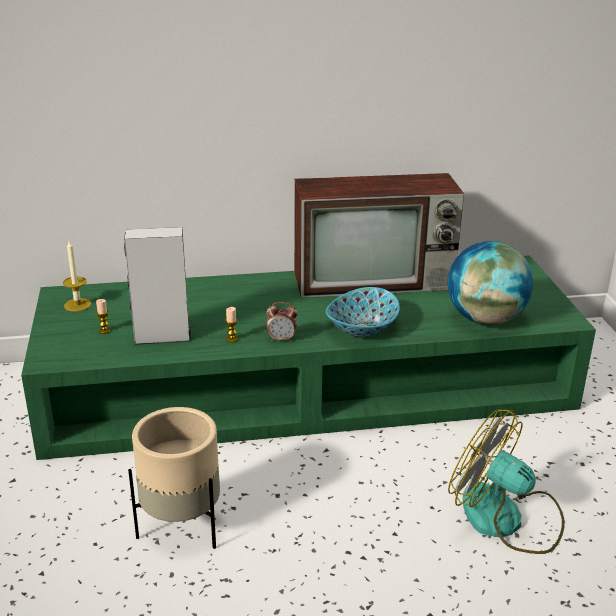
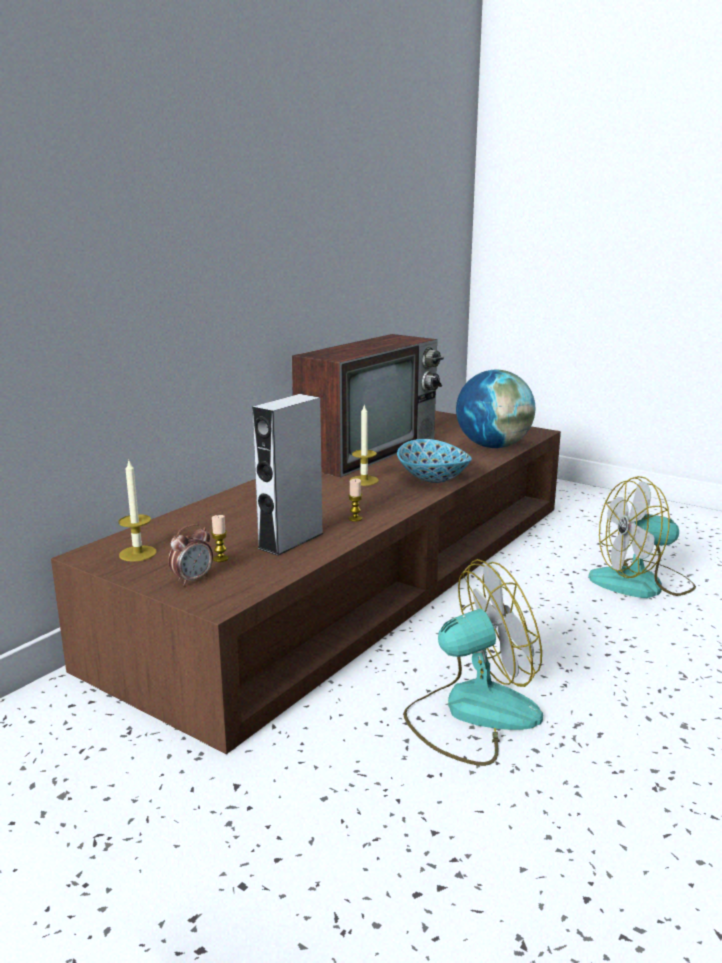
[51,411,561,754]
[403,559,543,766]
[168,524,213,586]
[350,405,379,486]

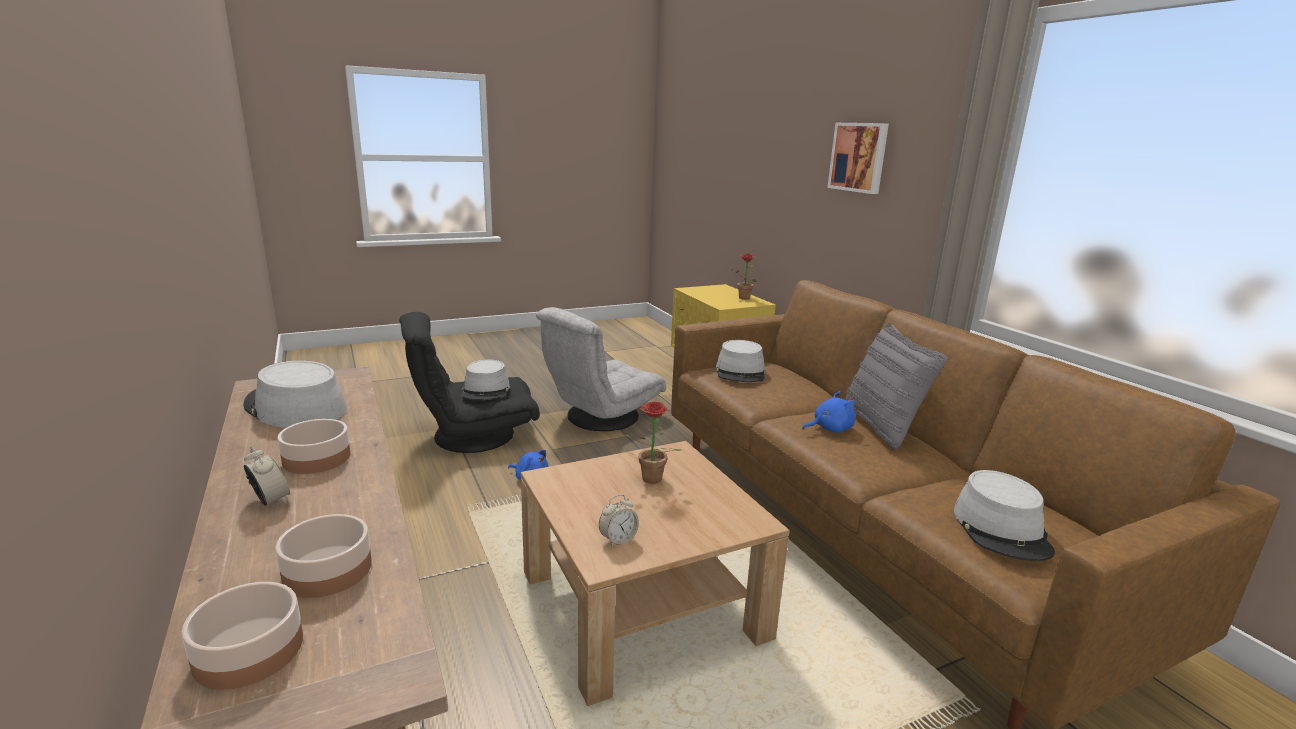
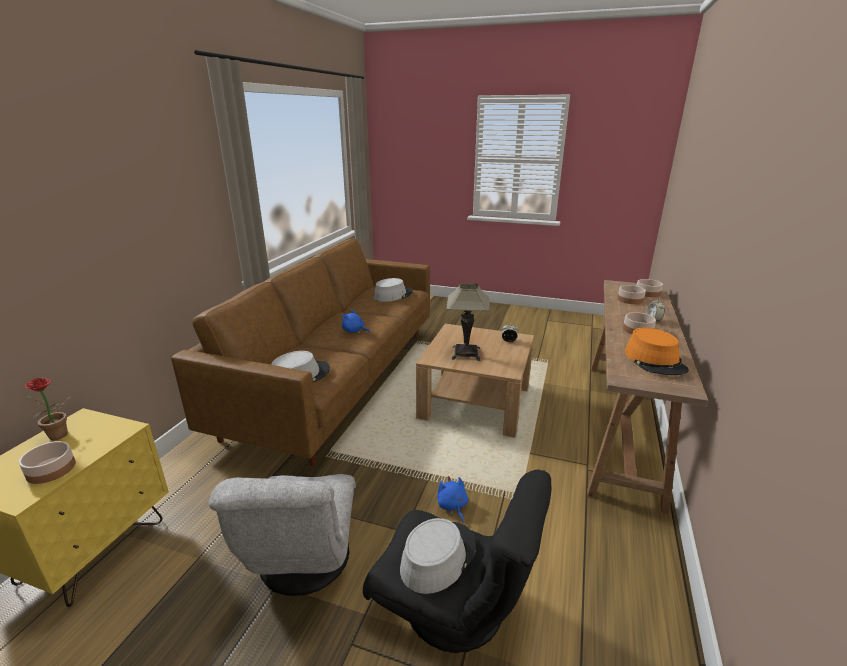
[625,328,689,375]
[209,474,356,596]
[446,283,490,361]
[827,123,889,194] (first image)
[845,323,948,450] (first image)
[19,441,75,484]

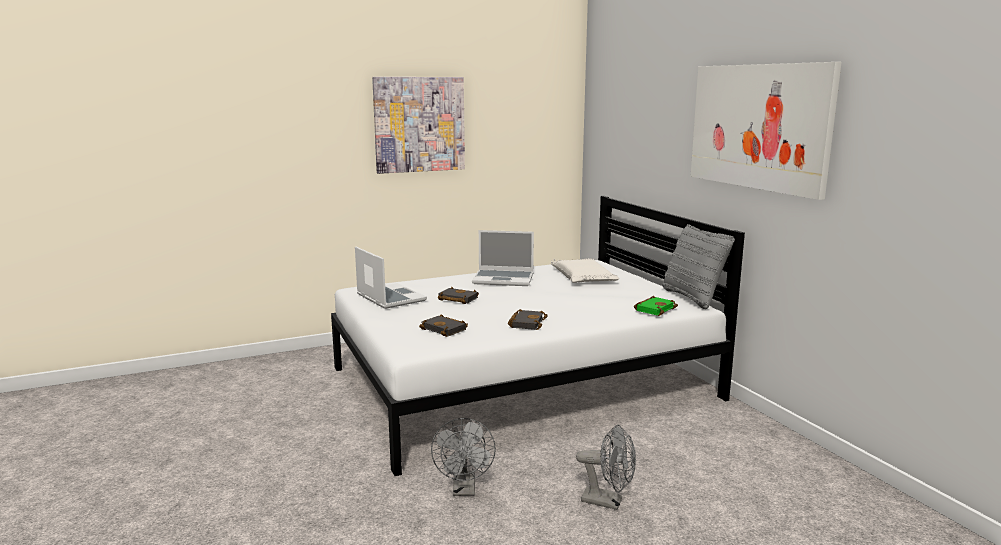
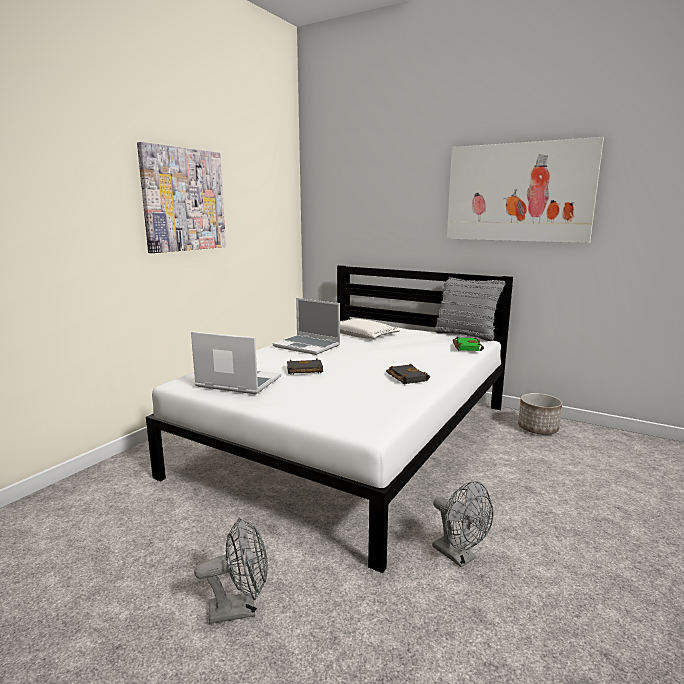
[419,315,468,337] (first image)
[273,298,340,355]
[194,518,268,624]
[518,393,562,435]

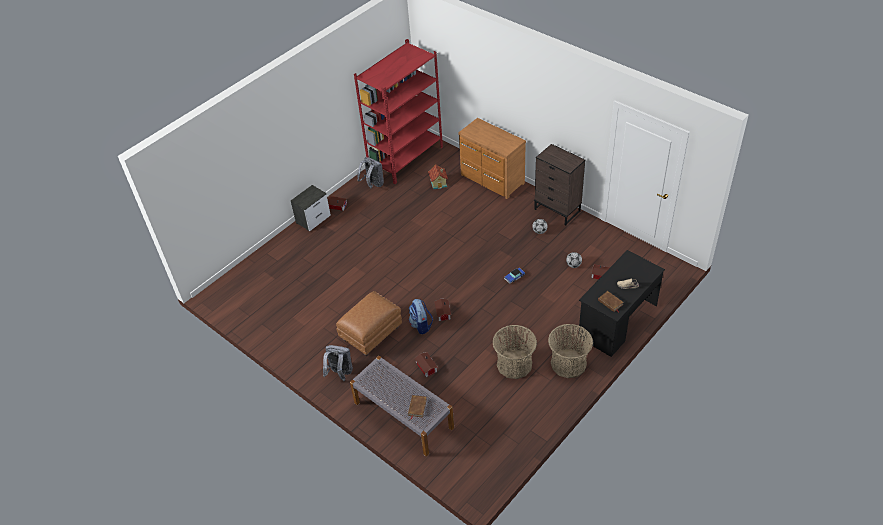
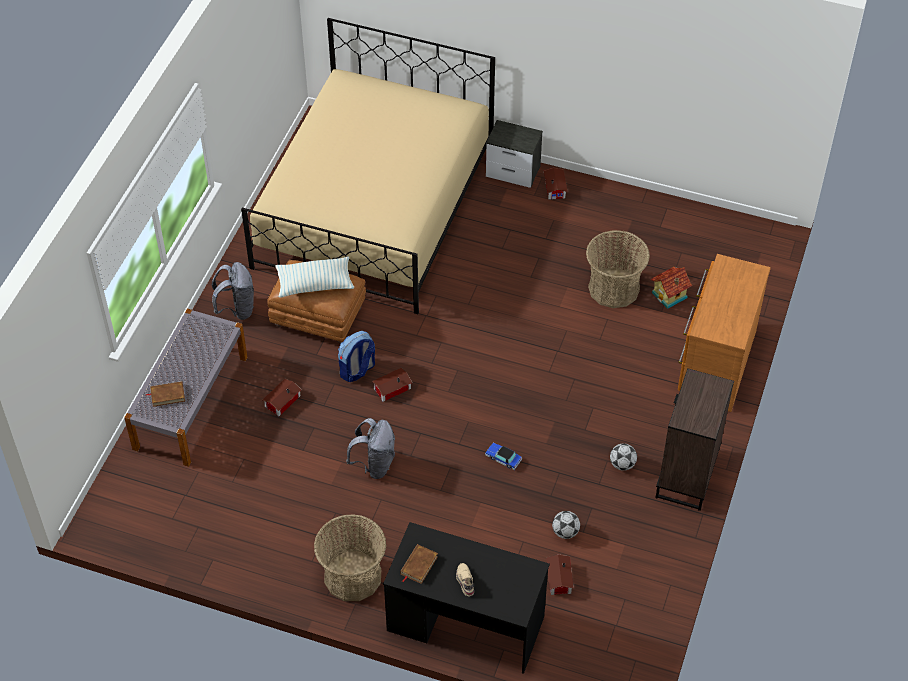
[354,39,443,184] (first image)
[346,418,395,479]
[586,230,650,308]
[241,18,495,314]
[276,257,355,298]

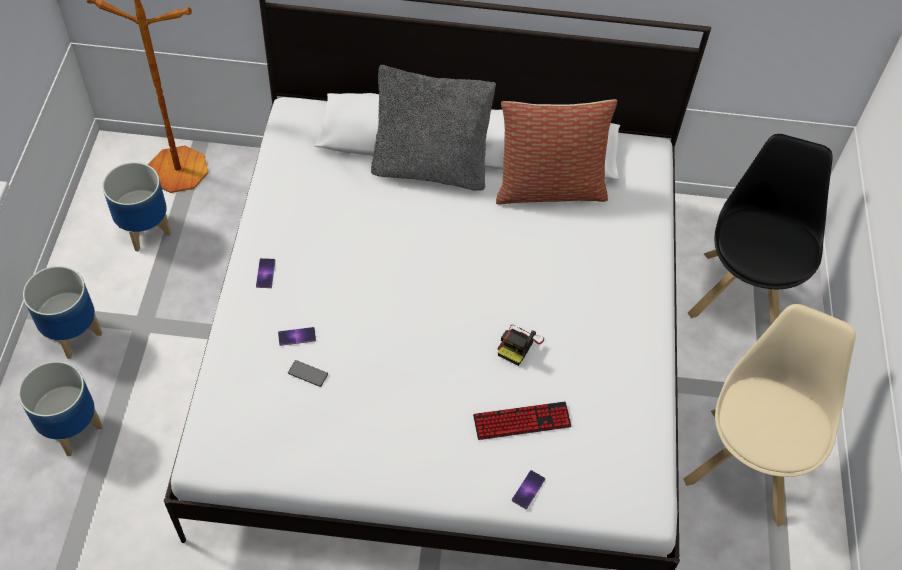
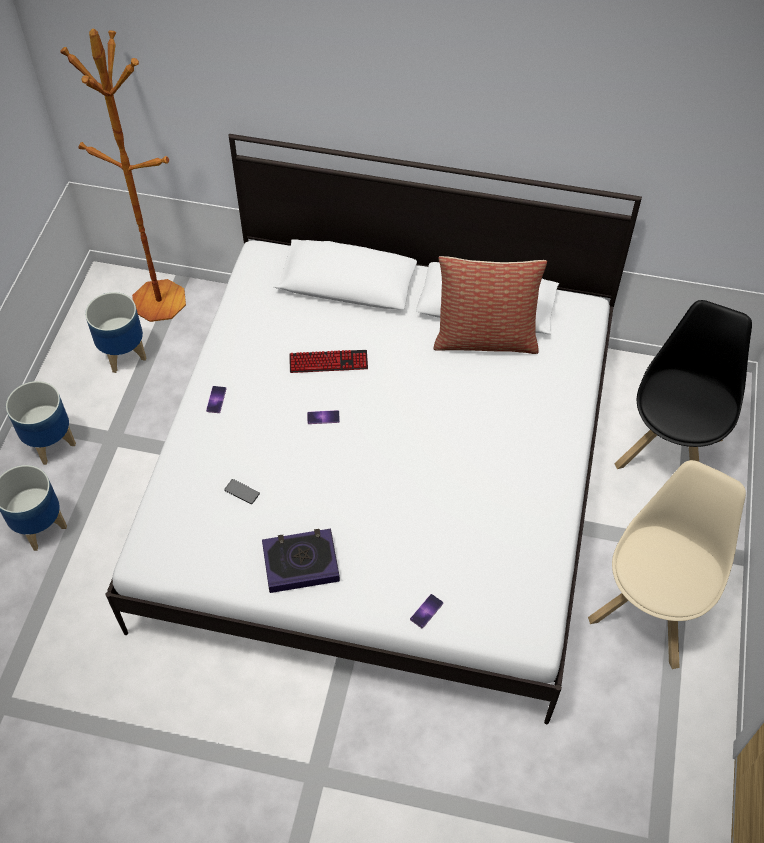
[307,410,340,424]
[371,65,496,190] (first image)
[289,350,368,373]
[498,325,544,366] (first image)
[262,528,340,593]

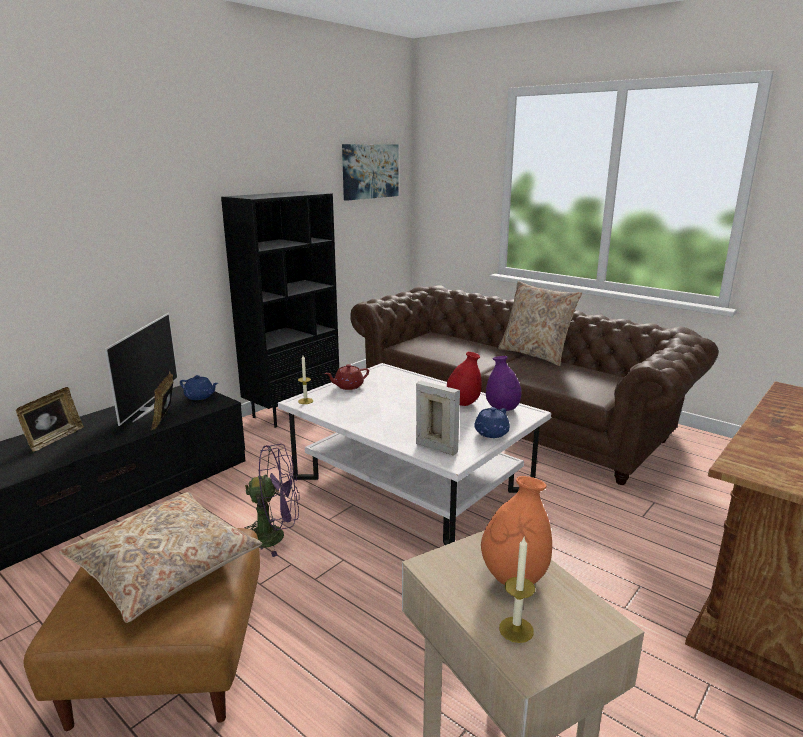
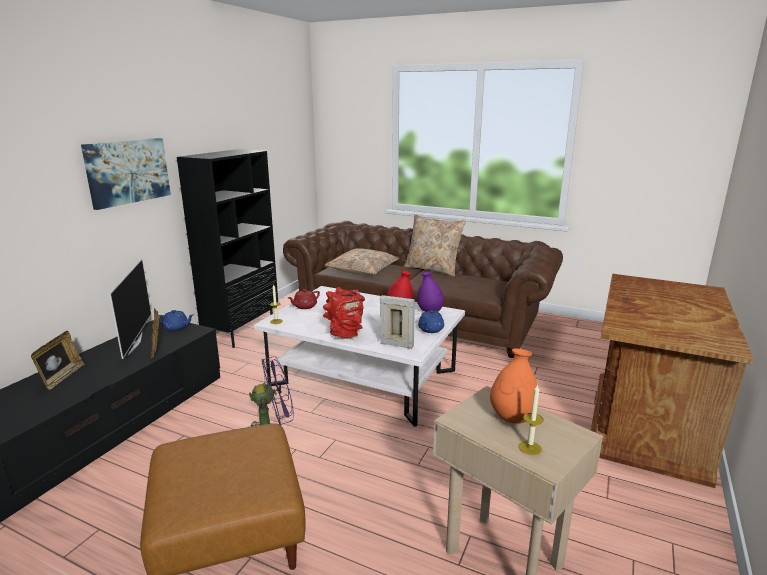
[325,248,399,276]
[81,138,171,210]
[323,287,365,339]

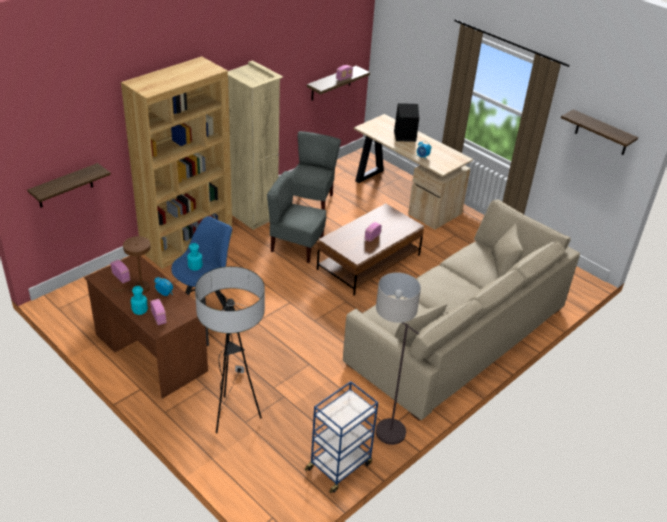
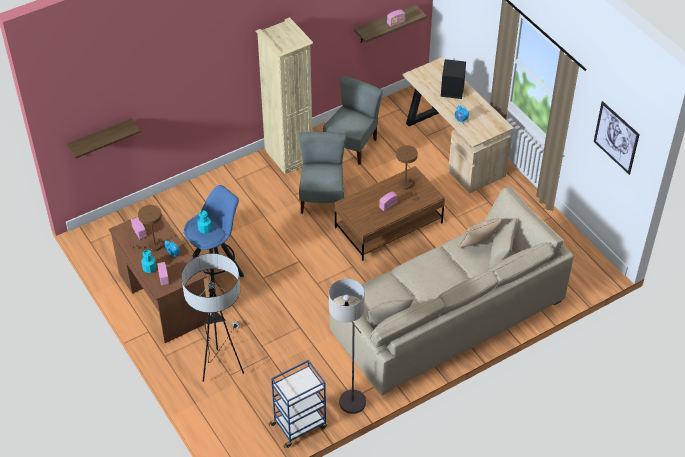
[121,57,232,269] (first image)
[299,132,346,214]
[594,101,640,175]
[396,145,418,200]
[458,218,502,248]

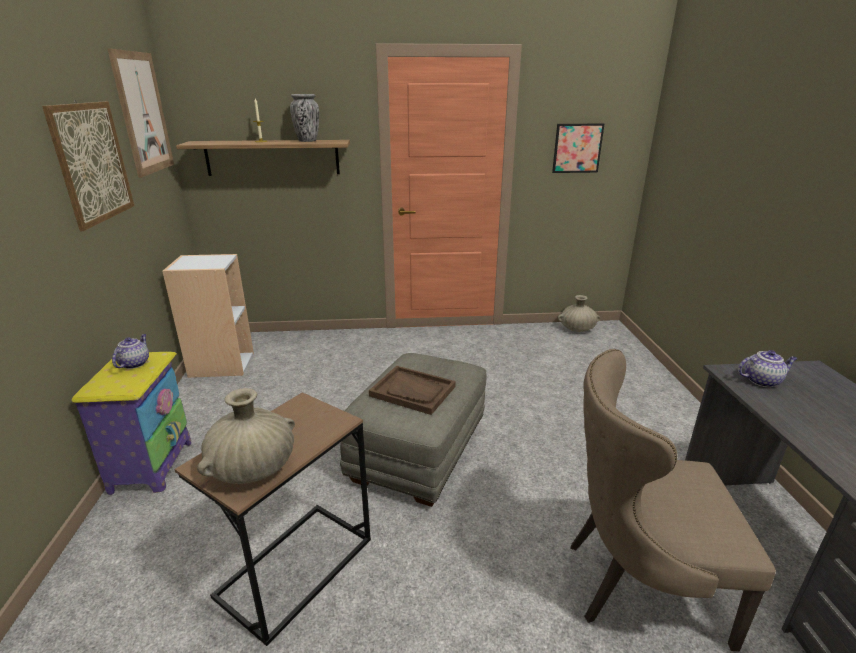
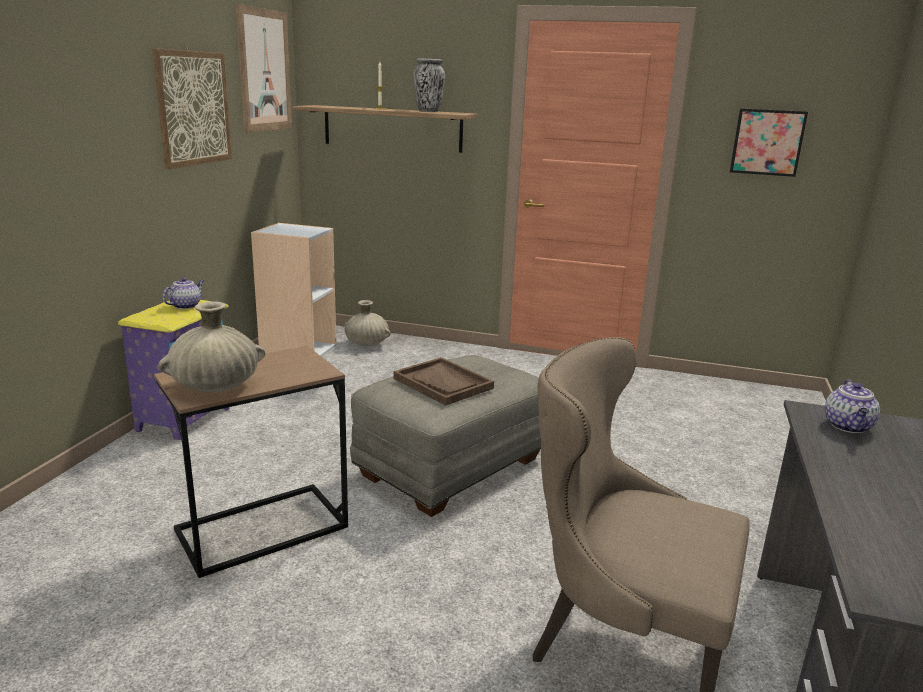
[344,300,391,346]
[825,380,880,433]

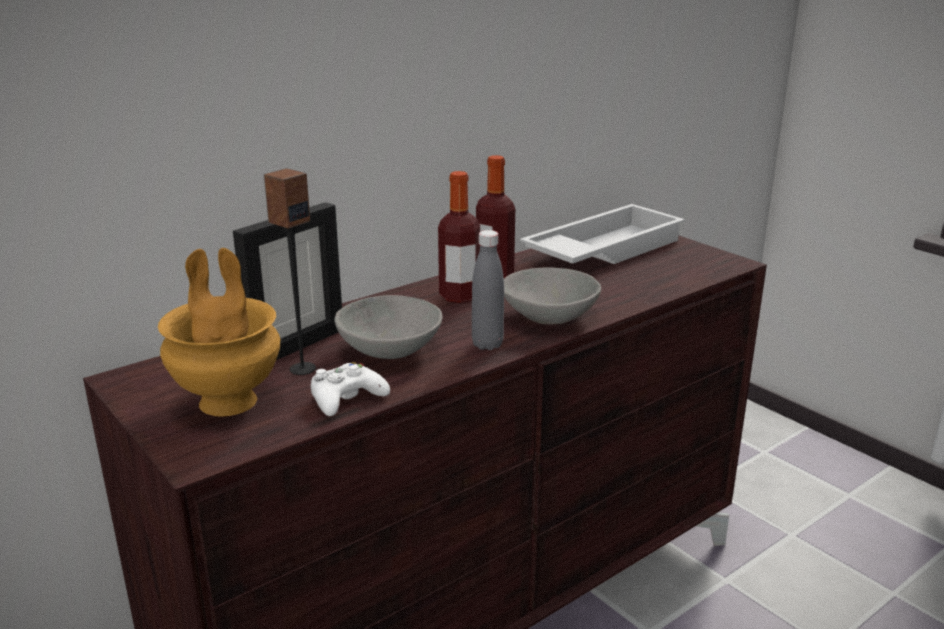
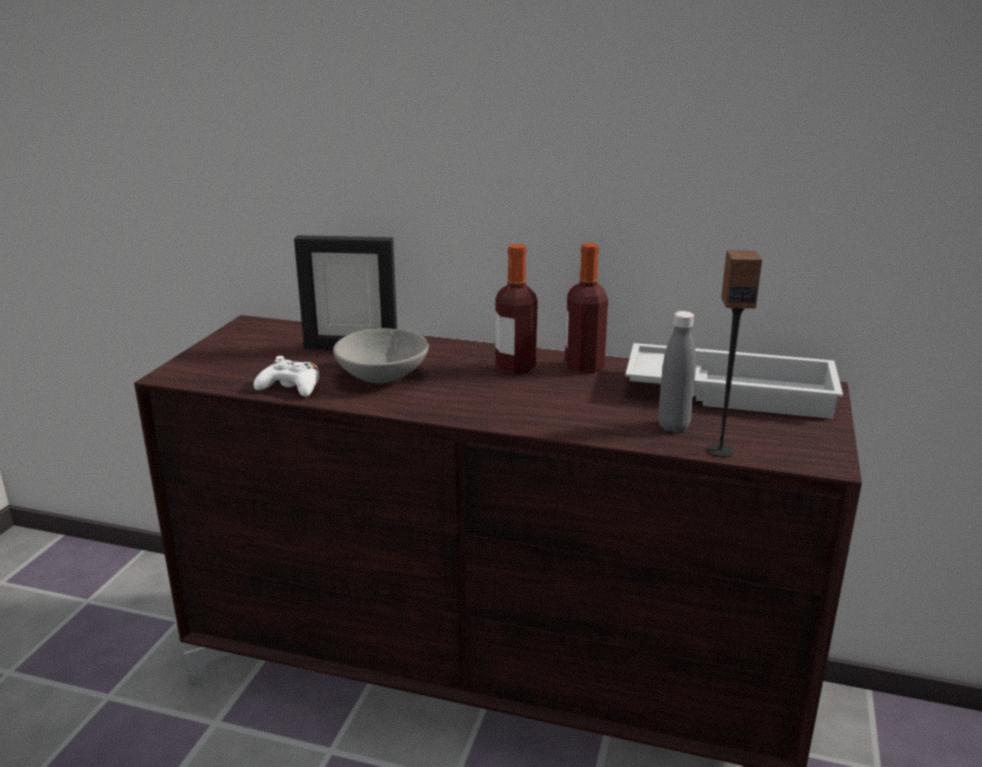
[158,248,280,416] (first image)
[707,250,762,457]
[658,311,696,432]
[504,268,601,324] (first image)

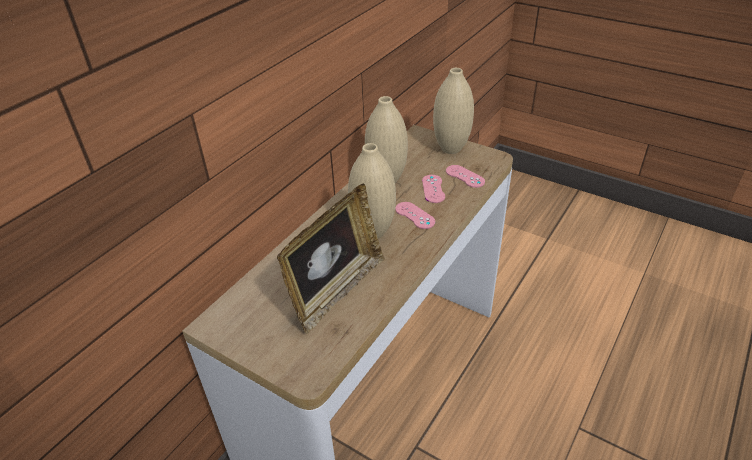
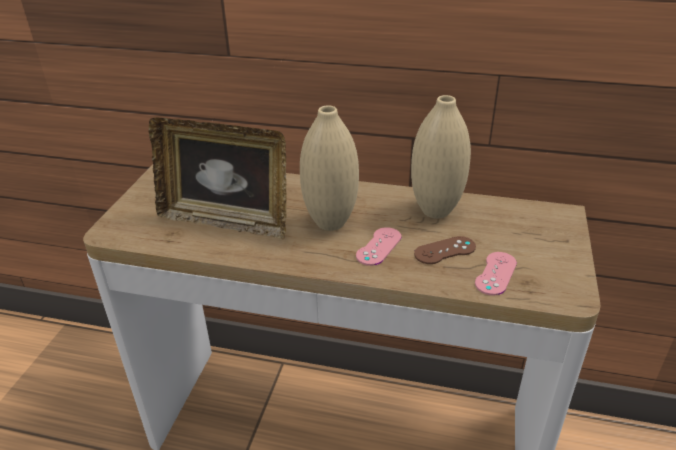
[414,236,476,264]
[433,68,474,154] (first image)

